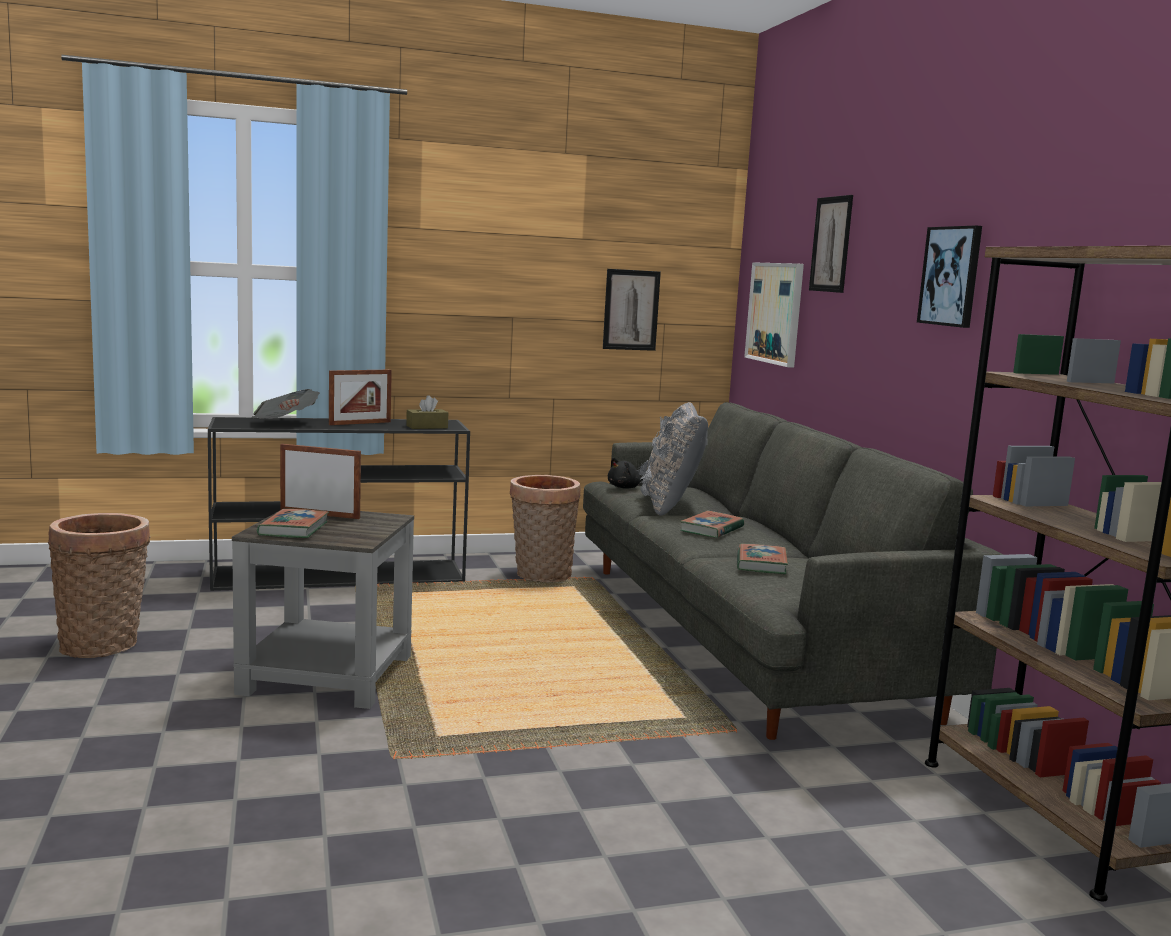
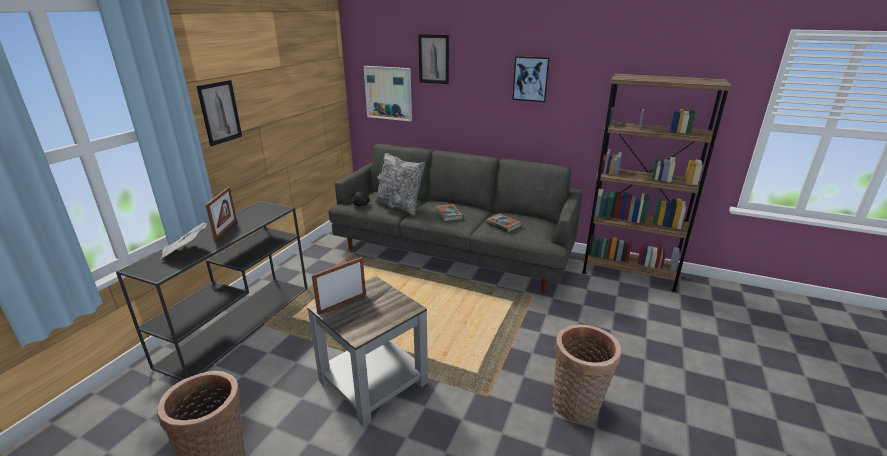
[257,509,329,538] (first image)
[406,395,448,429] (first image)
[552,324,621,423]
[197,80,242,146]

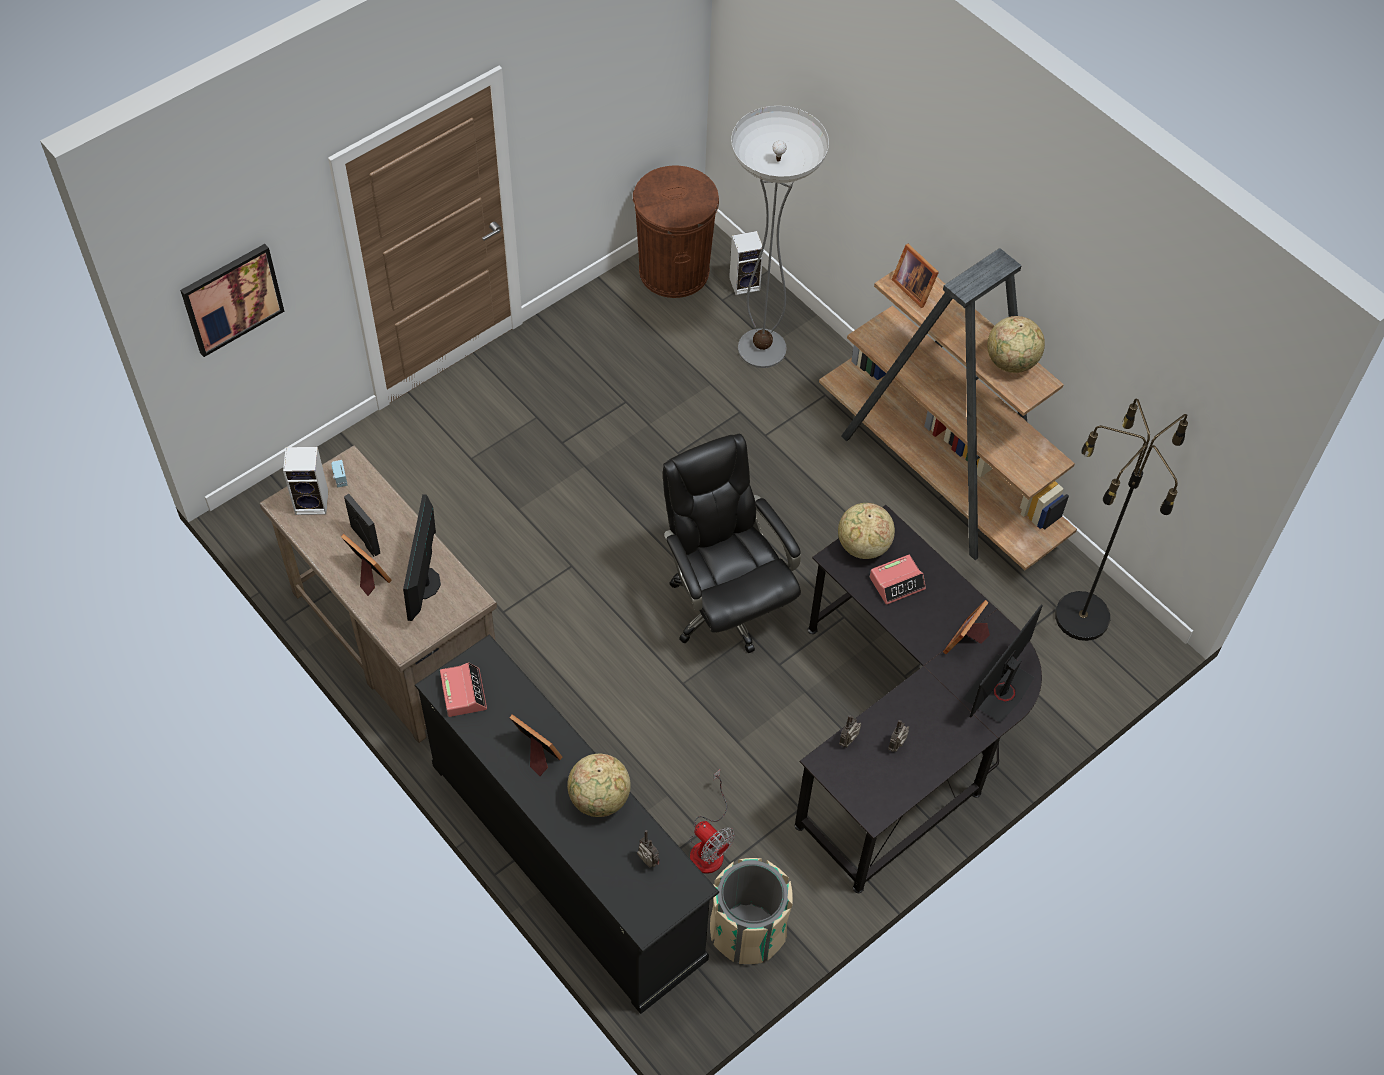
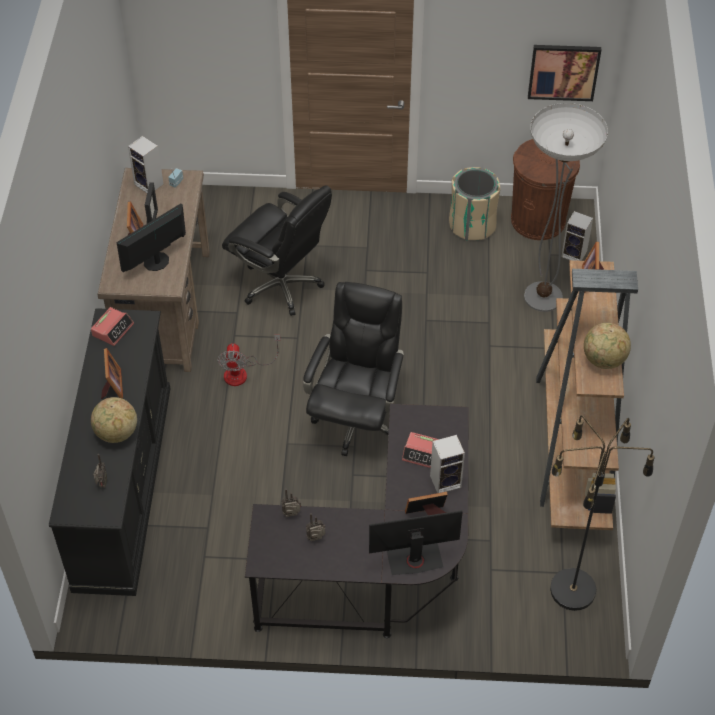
[528,45,601,101]
[217,335,281,386]
[449,167,500,241]
[838,503,895,559] (first image)
[222,185,332,316]
[430,435,465,493]

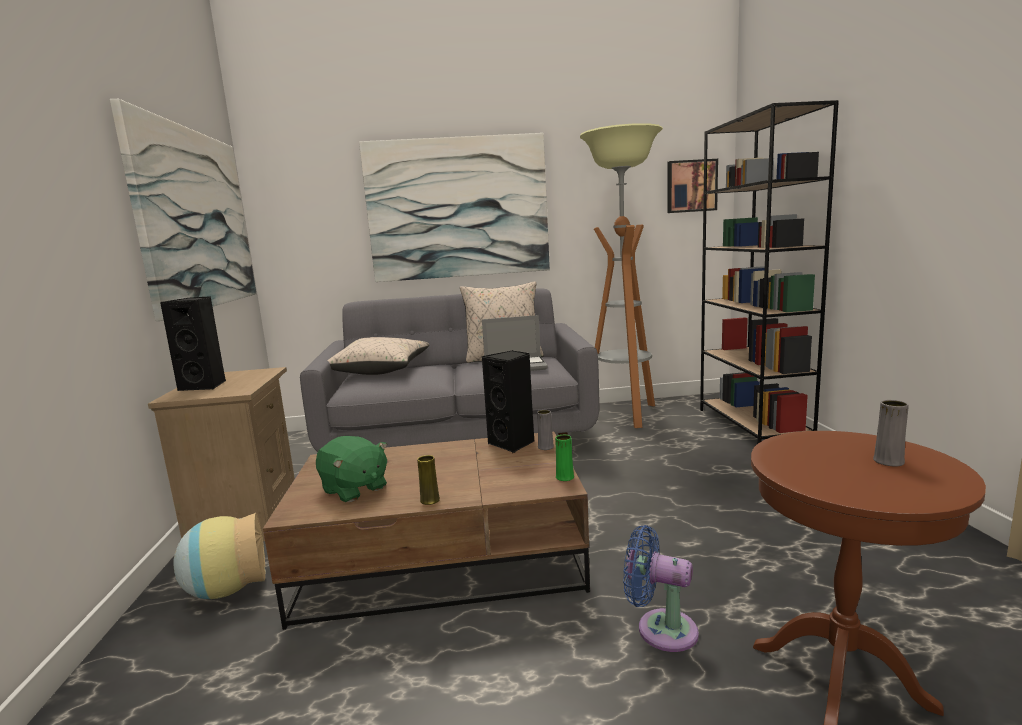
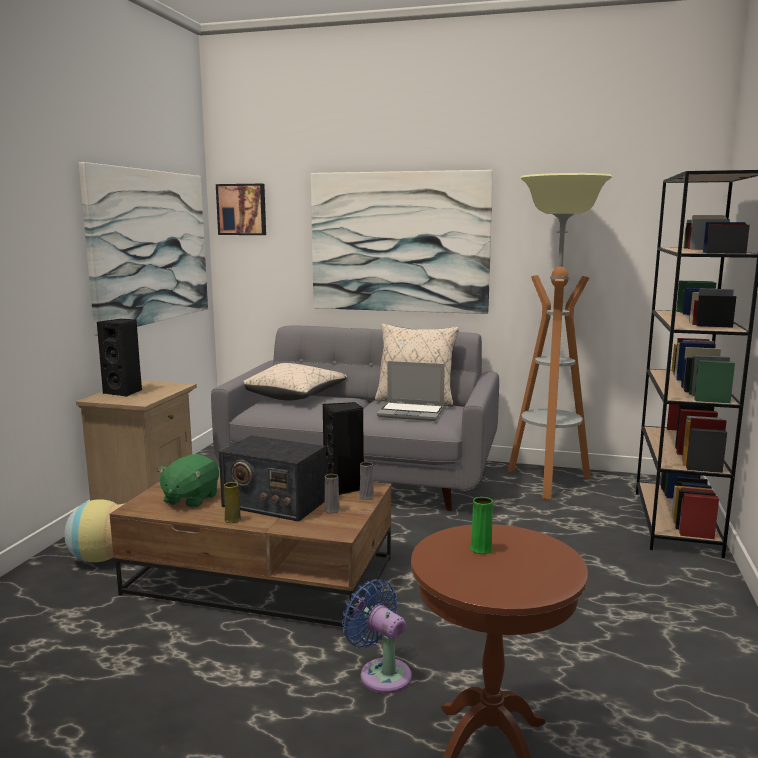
[157,454,219,508]
[470,497,493,554]
[216,184,266,235]
[324,474,340,513]
[219,435,326,522]

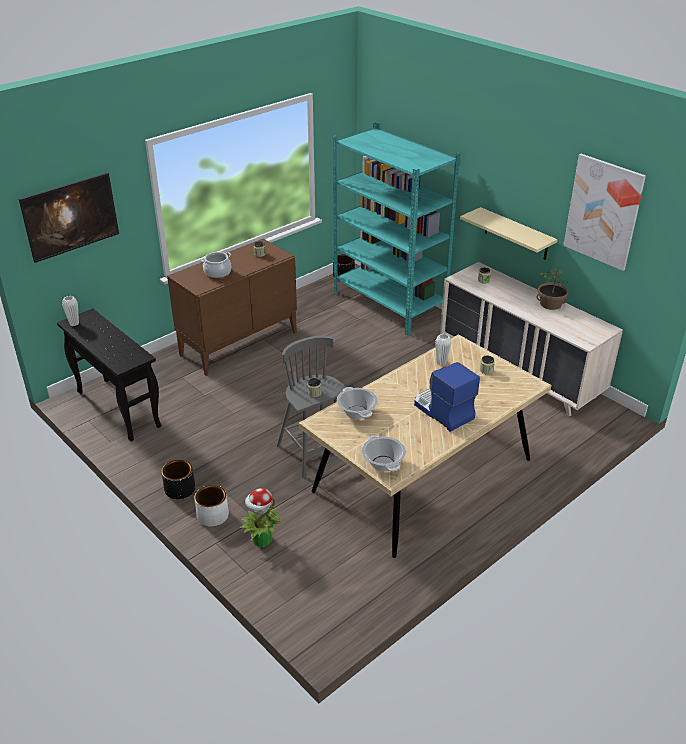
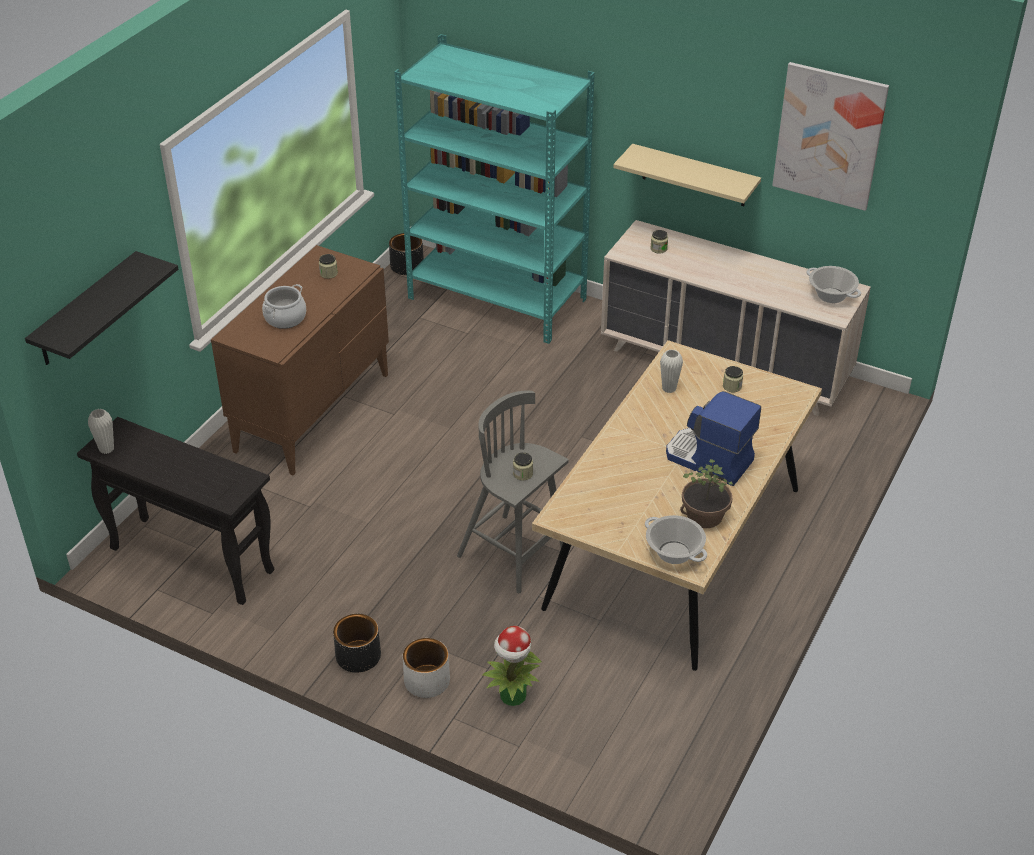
[25,251,178,365]
[806,266,861,303]
[680,459,733,528]

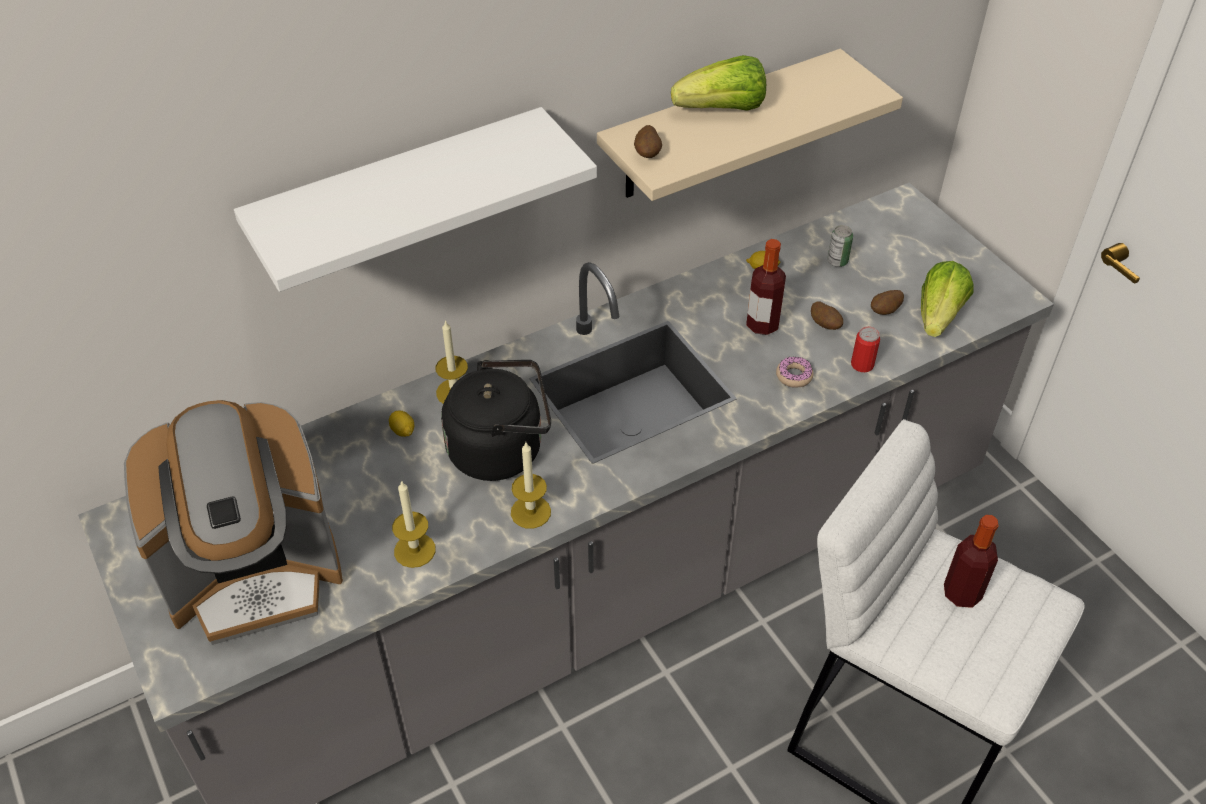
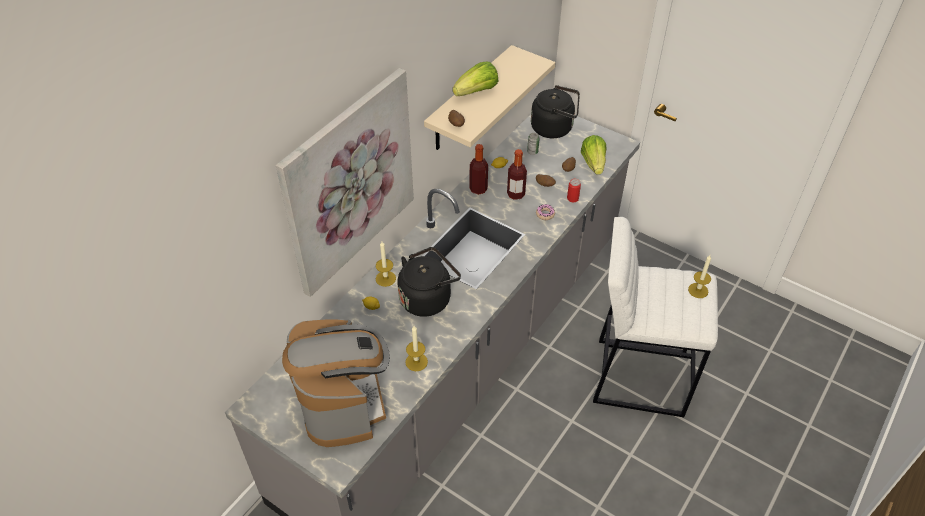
[282,319,390,447]
[276,68,414,297]
[688,255,711,298]
[469,144,488,195]
[531,85,580,138]

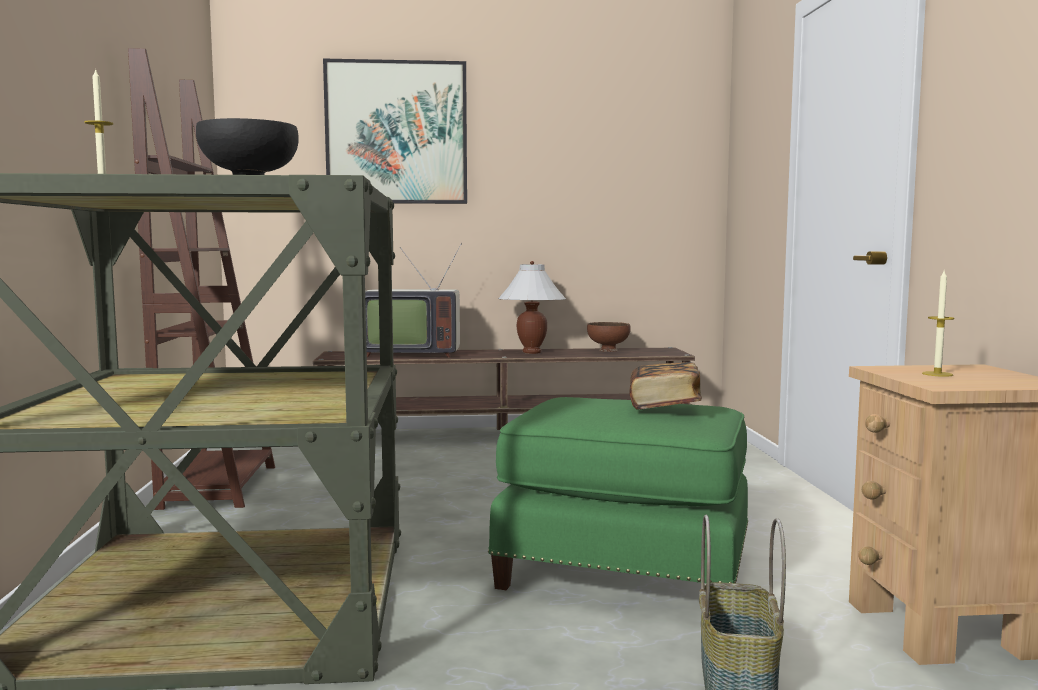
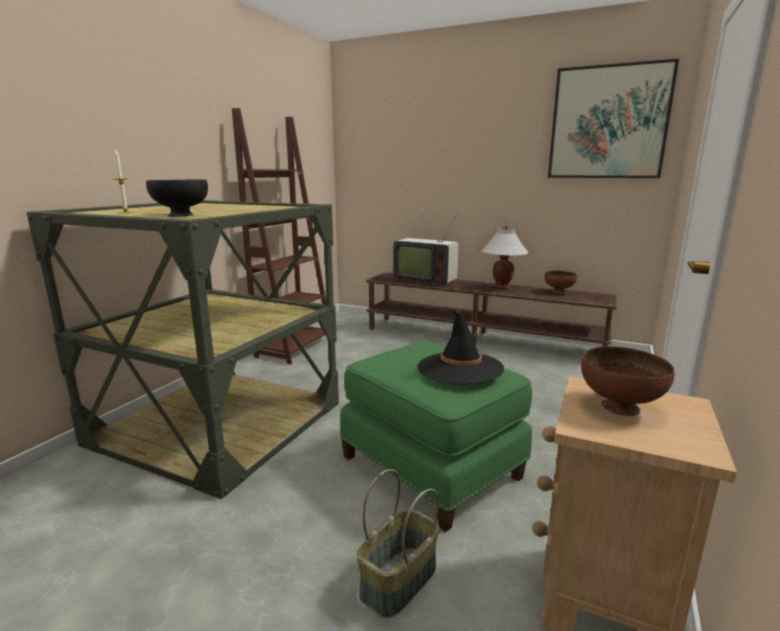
[548,59,679,178]
[417,309,504,384]
[581,346,675,416]

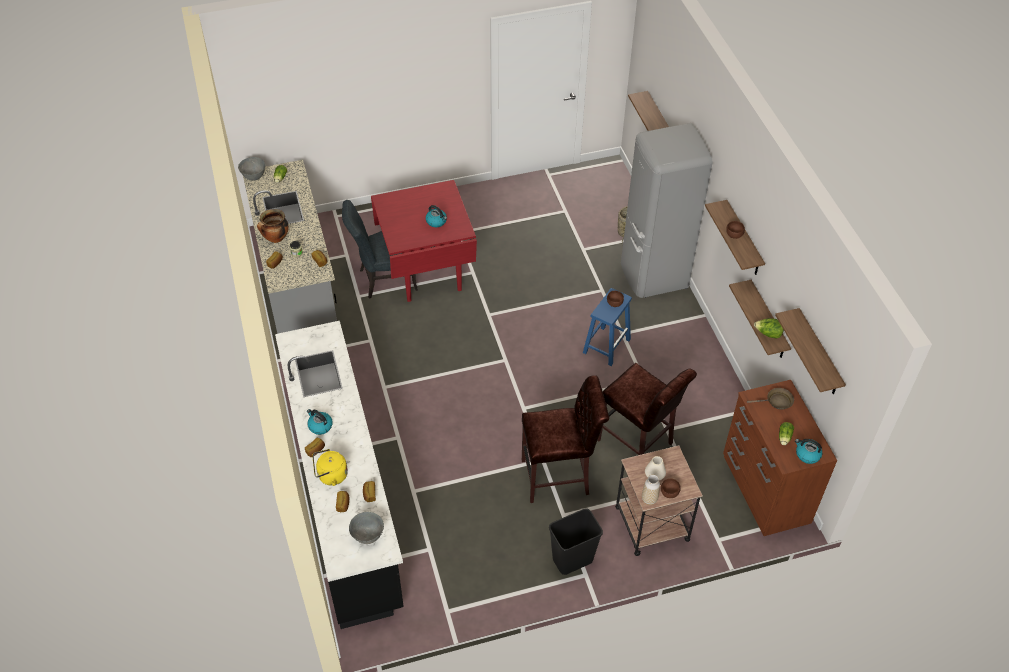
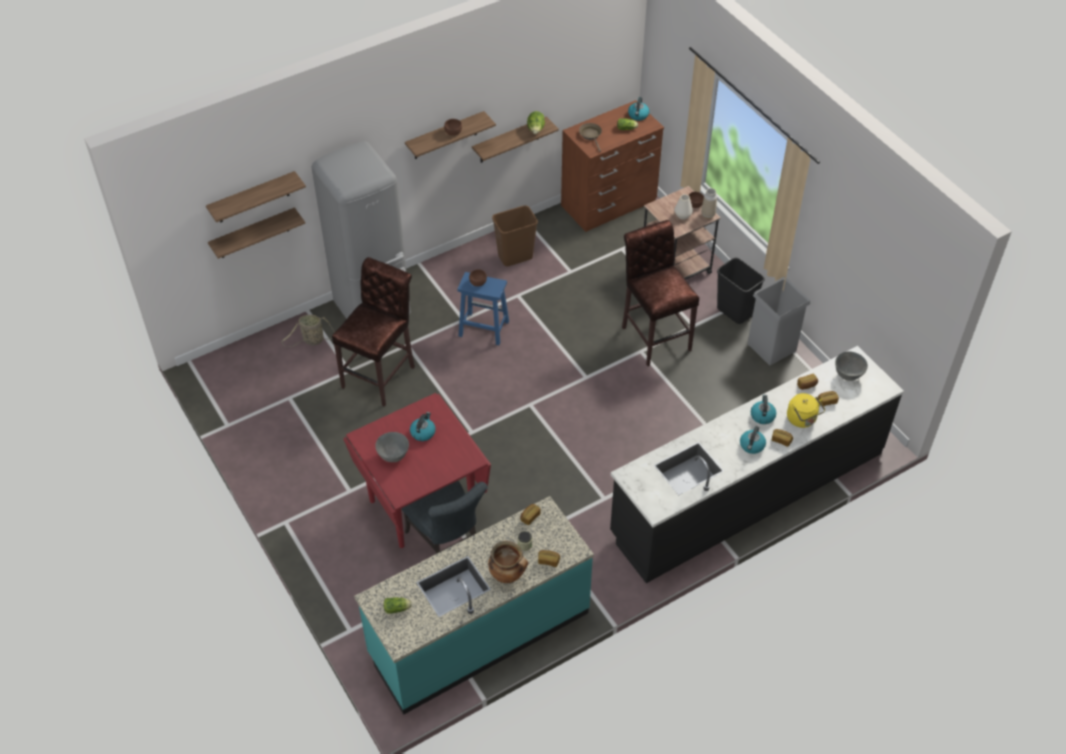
[375,432,409,462]
[354,496,594,715]
[332,257,415,407]
[206,171,306,222]
[492,205,538,266]
[747,277,810,365]
[751,394,776,424]

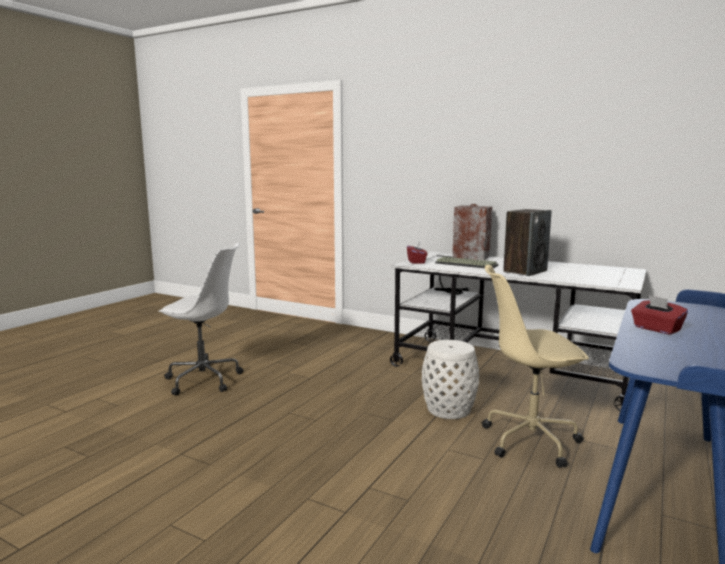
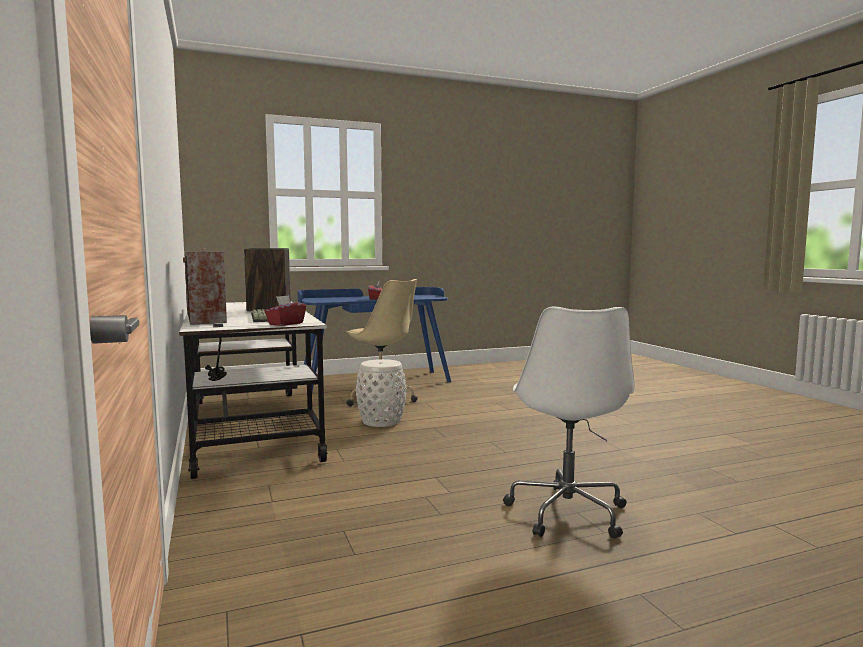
[503,307,634,538]

